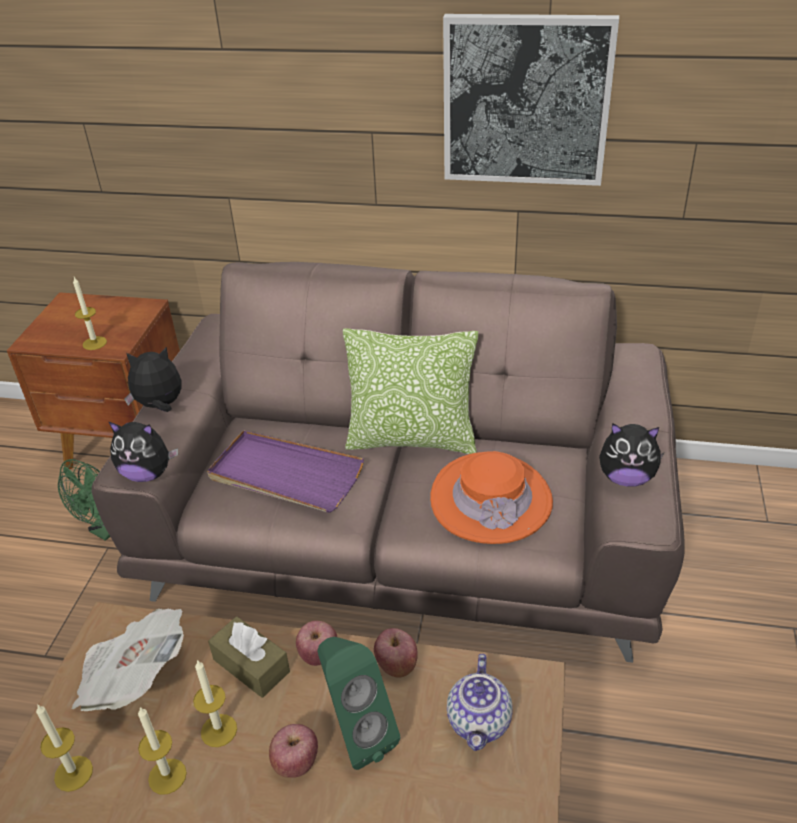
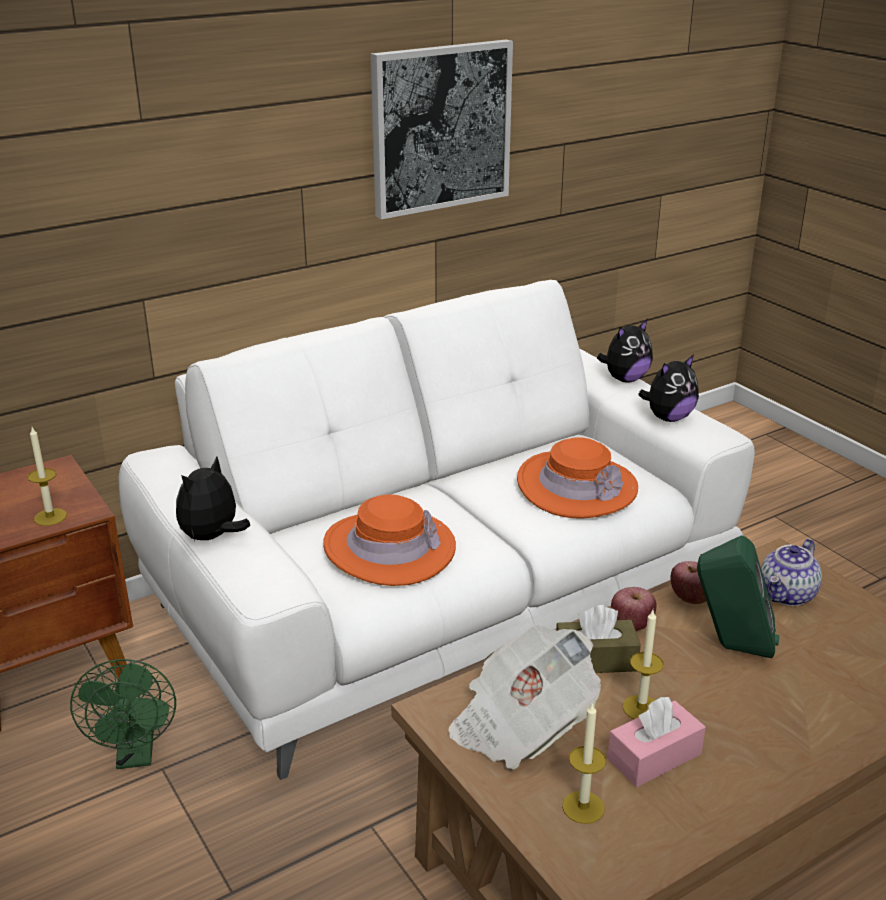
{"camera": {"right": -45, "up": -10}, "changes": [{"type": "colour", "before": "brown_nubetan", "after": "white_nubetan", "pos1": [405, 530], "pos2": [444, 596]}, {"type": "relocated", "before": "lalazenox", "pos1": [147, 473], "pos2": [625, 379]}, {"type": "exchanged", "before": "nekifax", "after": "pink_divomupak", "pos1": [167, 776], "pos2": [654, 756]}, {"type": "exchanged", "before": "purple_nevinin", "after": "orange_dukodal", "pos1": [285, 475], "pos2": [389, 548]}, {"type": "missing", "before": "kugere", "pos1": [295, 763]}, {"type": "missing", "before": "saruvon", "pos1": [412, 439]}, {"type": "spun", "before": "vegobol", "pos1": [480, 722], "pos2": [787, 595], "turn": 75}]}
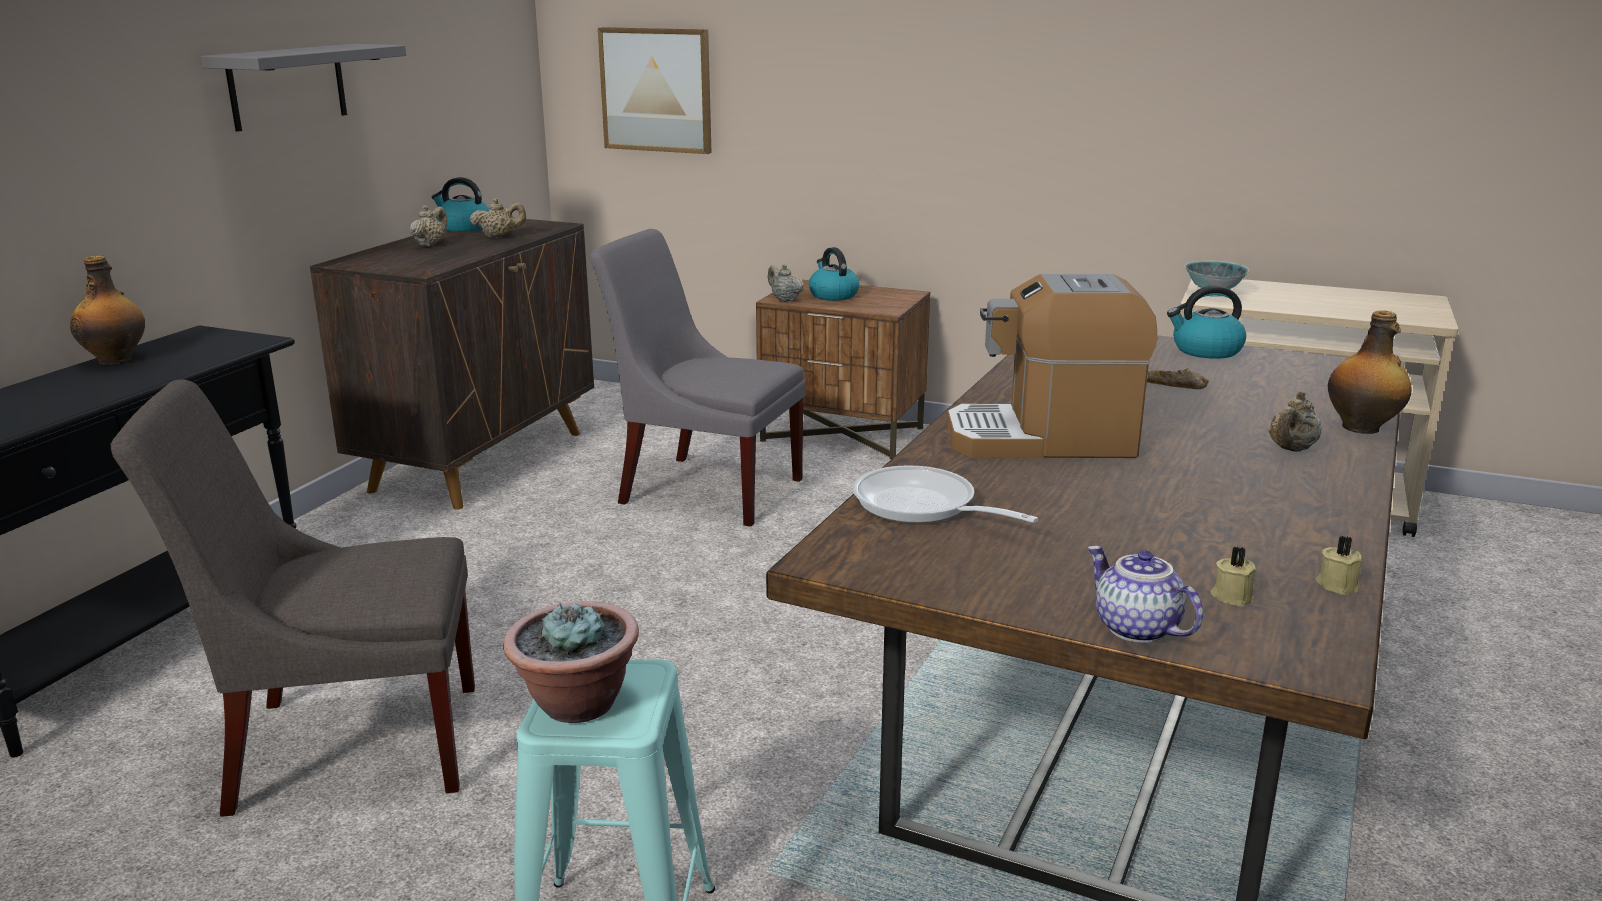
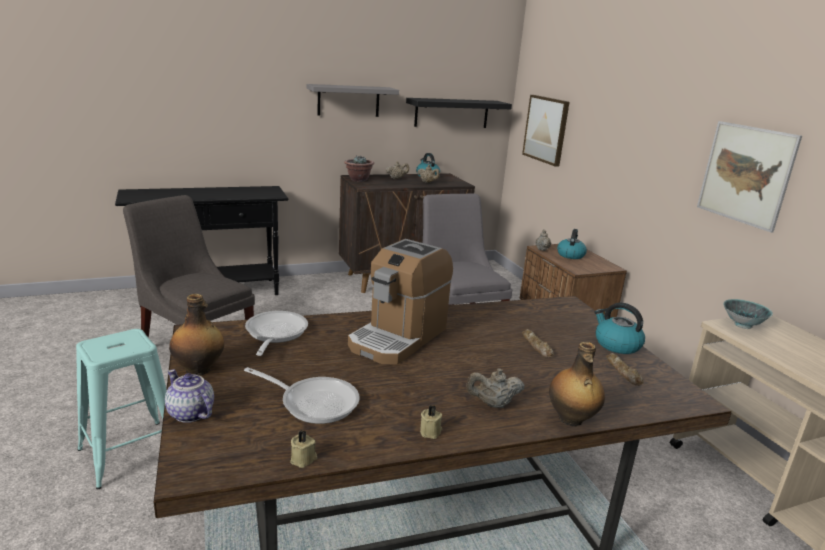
{"camera": {"right": 45, "up": 0}, "changes": [{"type": "relocated", "before": "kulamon", "pos1": [116, 359], "pos2": [199, 370]}, {"type": "relocated", "before": "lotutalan", "pos1": [576, 704], "pos2": [358, 180]}, {"type": "spun", "before": "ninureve", "pos1": [1043, 439], "pos2": [398, 337], "turn": -105}, {"type": "spun", "before": "vegobol", "pos1": [1134, 629], "pos2": [189, 414], "turn": -60}, {"type": "relocated", "before": "beige_nekifax", "pos1": [1232, 596], "pos2": [431, 431]}, {"type": "appeared", "after": "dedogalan", "pos2": [314, 402]}, {"type": "appeared", "after": "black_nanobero", "pos2": [451, 113]}, {"type": "appeared", "after": "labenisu", "pos2": [622, 372]}, {"type": "appeared", "after": "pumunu", "pos2": [745, 174]}]}
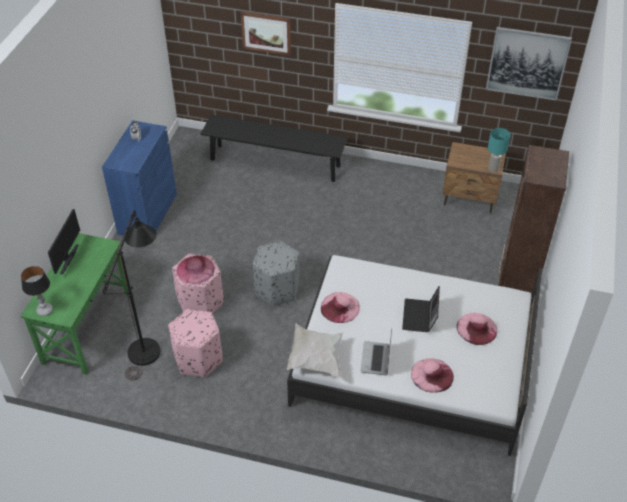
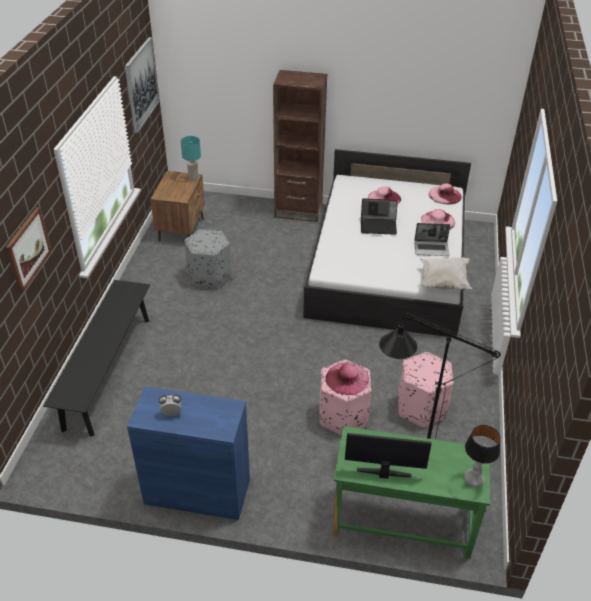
{"camera": {"right": -95, "up": -5}, "changes": [{"type": "relocated", "before": "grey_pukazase", "pos1": [277, 289], "pos2": [209, 276]}, {"type": "relocated", "before": "pink_dukodal", "pos1": [340, 307], "pos2": [445, 195]}]}
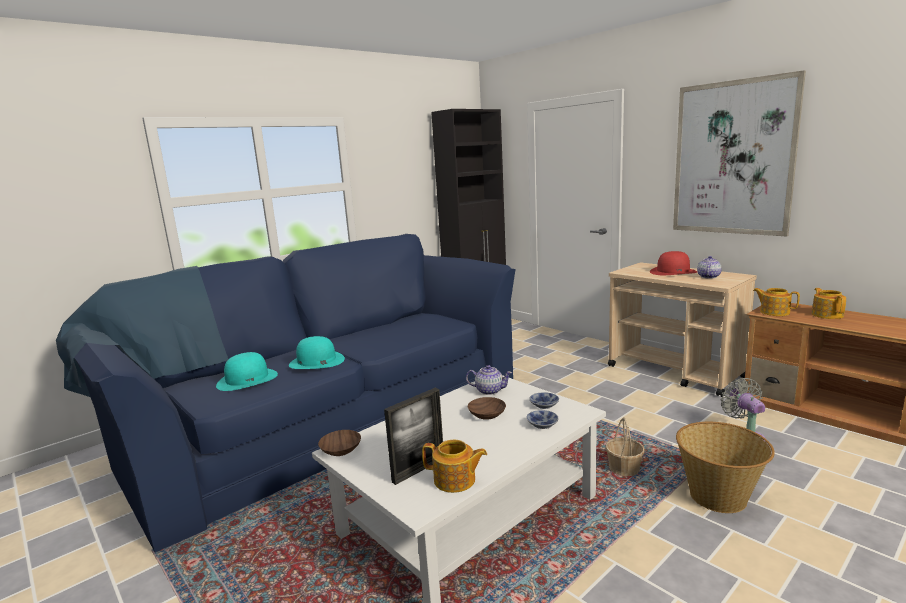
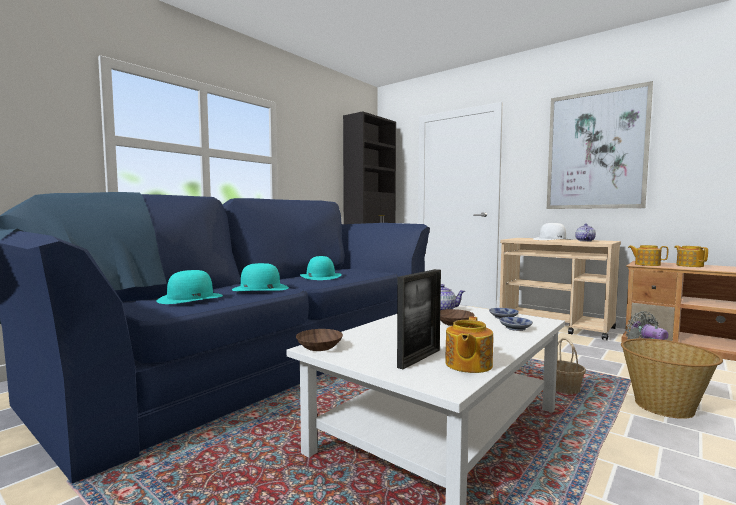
{"camera": {"right": -10, "up": -10}, "changes": [{"type": "spun", "before": "vegobol", "pos1": [455, 480], "pos2": [467, 364], "turn": 105}, {"type": "colour", "before": "red_dukodal", "after": "white_dukodal", "pos1": [673, 271], "pos2": [552, 239]}, {"type": "appeared", "after": "turquoise_dukodal", "pos2": [320, 276]}]}
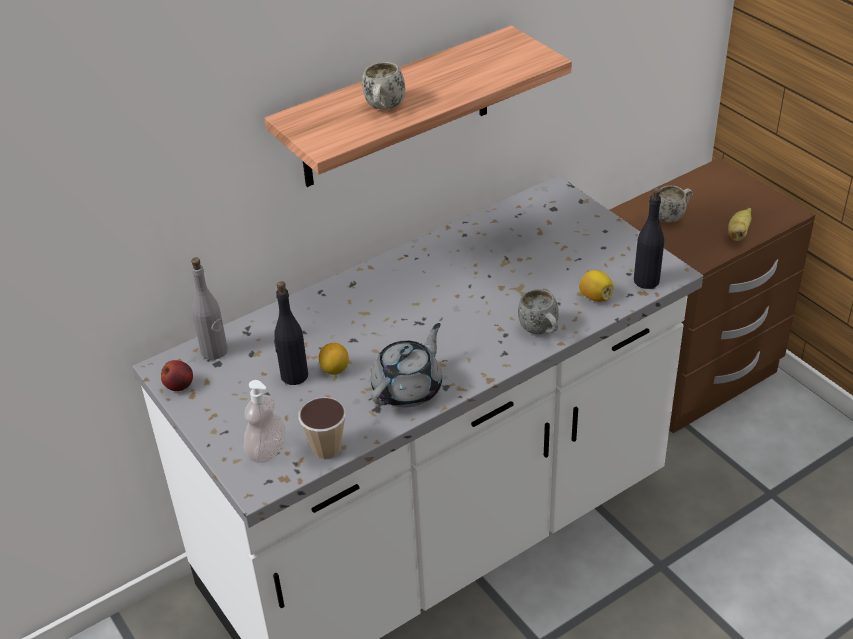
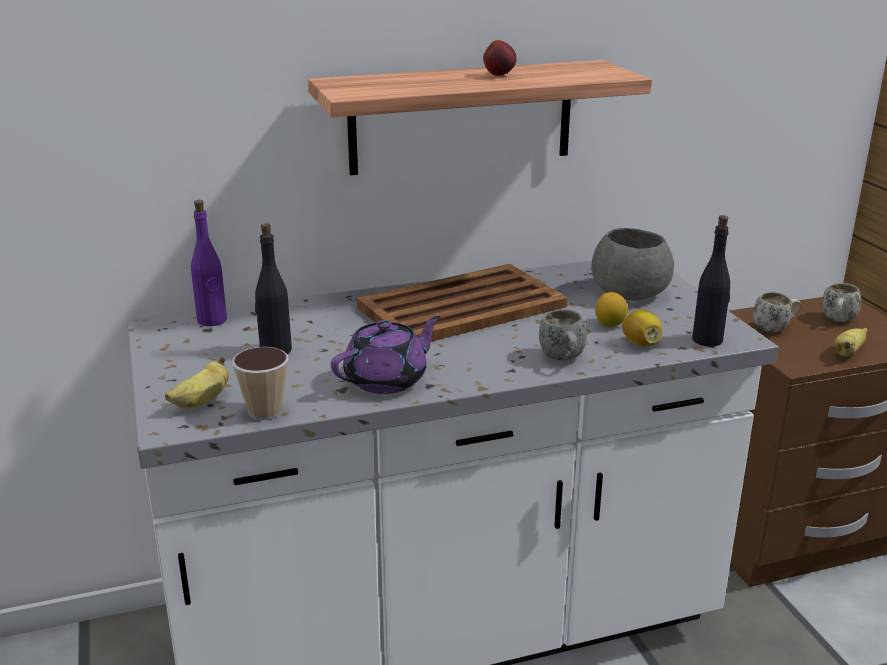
{"camera": {"right": 15, "up": -15}, "changes": [{"type": "relocated", "before": "kugere", "pos1": [179, 386], "pos2": [499, 75]}, {"type": "colour", "before": "grey_kulamon", "after": "purple_kulamon", "pos1": [214, 351], "pos2": [212, 320]}, {"type": "exchanged", "before": "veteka", "after": "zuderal", "pos1": [267, 451], "pos2": [202, 401]}, {"type": "relocated", "before": "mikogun", "pos1": [335, 370], "pos2": [610, 324]}, {"type": "relocated", "before": "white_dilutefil", "pos1": [384, 108], "pos2": [838, 321]}, {"type": "colour", "before": "grey_vegobol", "after": "purple_vegobol", "pos1": [408, 389], "pos2": [387, 380]}, {"type": "appeared", "after": "brown_nevinin", "pos2": [460, 307]}, {"type": "appeared", "after": "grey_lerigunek", "pos2": [628, 292]}]}
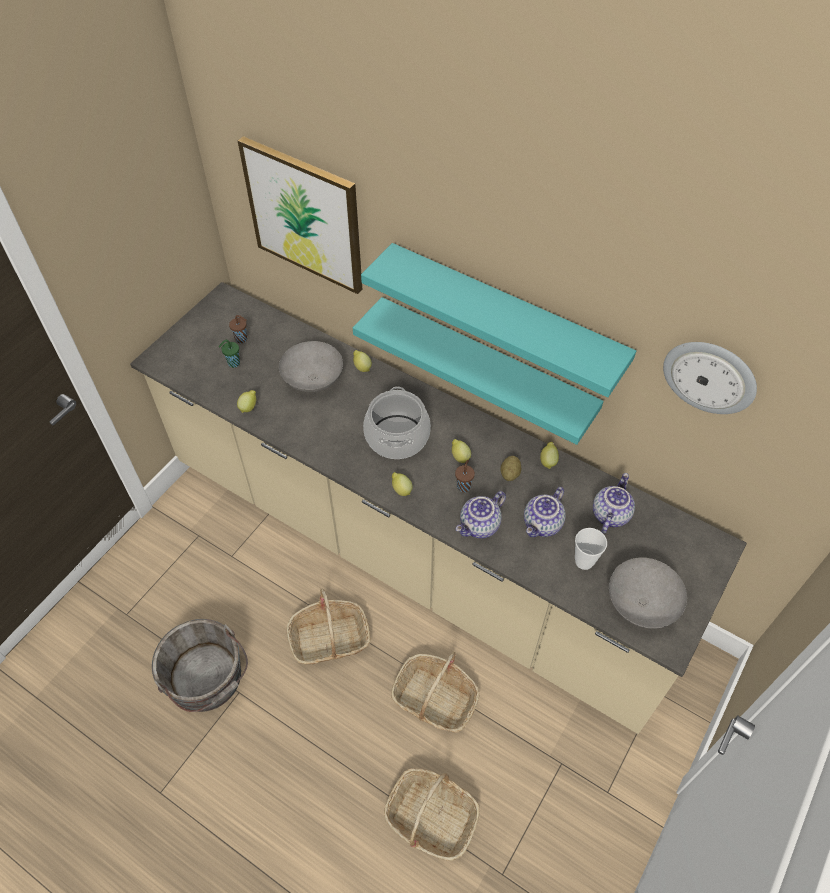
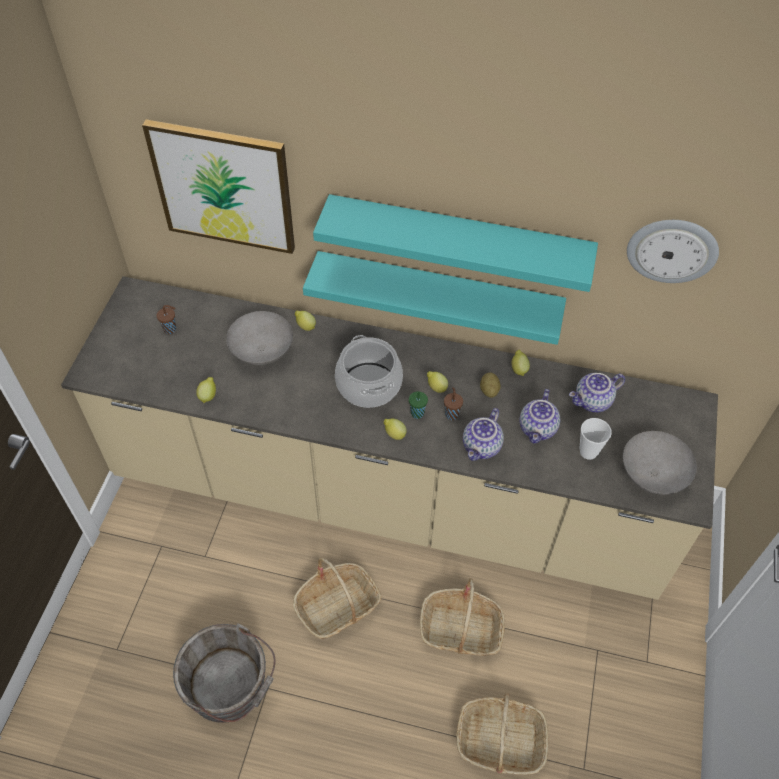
{"camera": {"right": -20, "up": 0}, "changes": [{"type": "relocated", "before": "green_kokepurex", "pos1": [233, 363], "pos2": [416, 414]}, {"type": "spun", "before": "vegobol", "pos1": [609, 514], "pos2": [592, 402], "turn": -120}]}
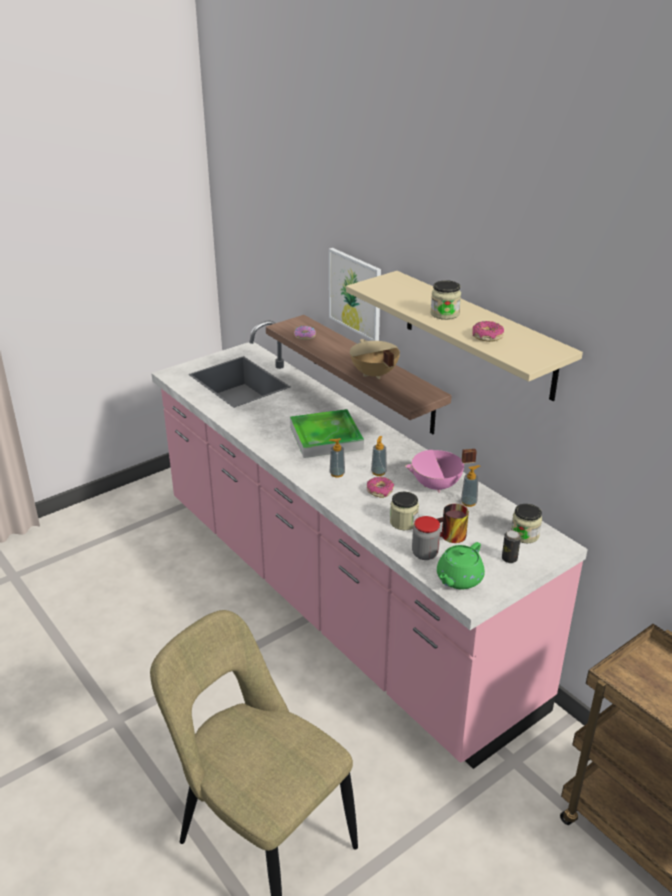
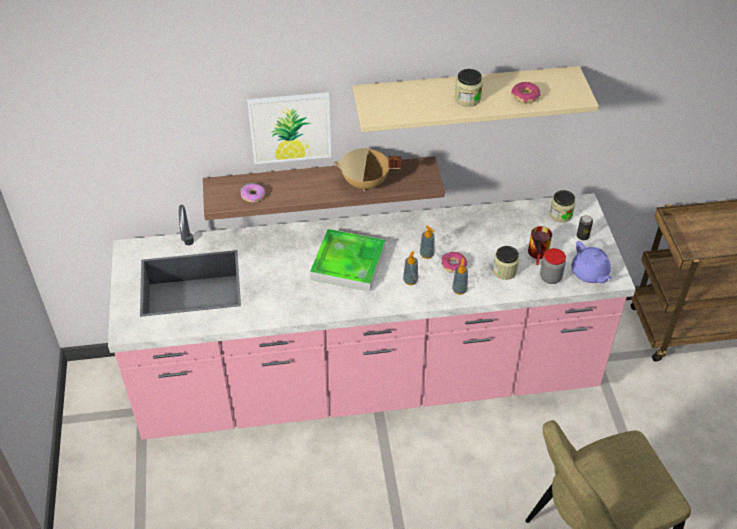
{"camera": {"right": -60, "up": 15}, "changes": [{"type": "missing", "before": "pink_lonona", "pos1": [436, 486]}, {"type": "colour", "before": "green_vegobol", "after": "purple_vegobol", "pos1": [458, 579], "pos2": [590, 273]}, {"type": "relocated", "before": "veteka", "pos1": [468, 502], "pos2": [459, 290]}]}
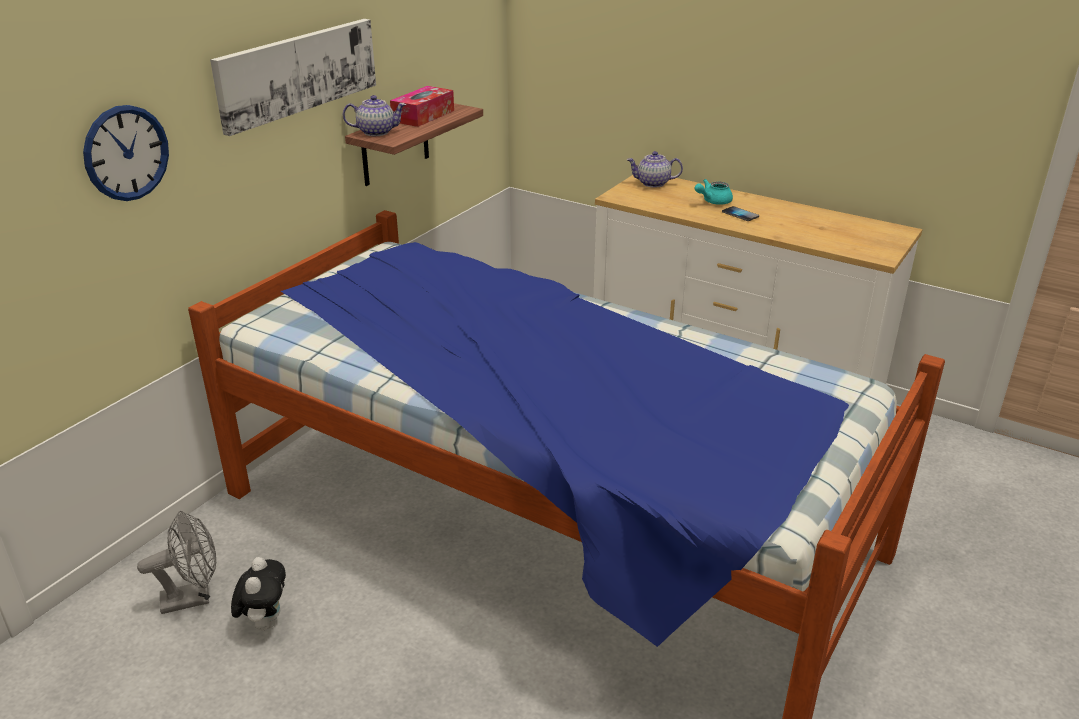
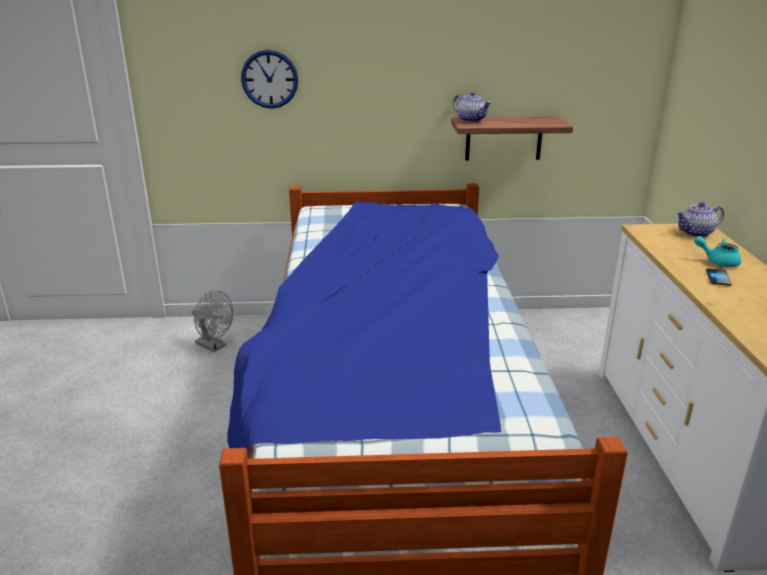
{"camera": {"right": 55, "up": -5}, "changes": [{"type": "missing", "before": "pumunu", "pos1": [297, 73]}, {"type": "missing", "before": "lalazenox", "pos1": [265, 621]}, {"type": "missing", "before": "divomupak", "pos1": [423, 116]}, {"type": "spun", "before": "vegobol", "pos1": [653, 183], "pos2": [696, 233], "turn": -75}]}
